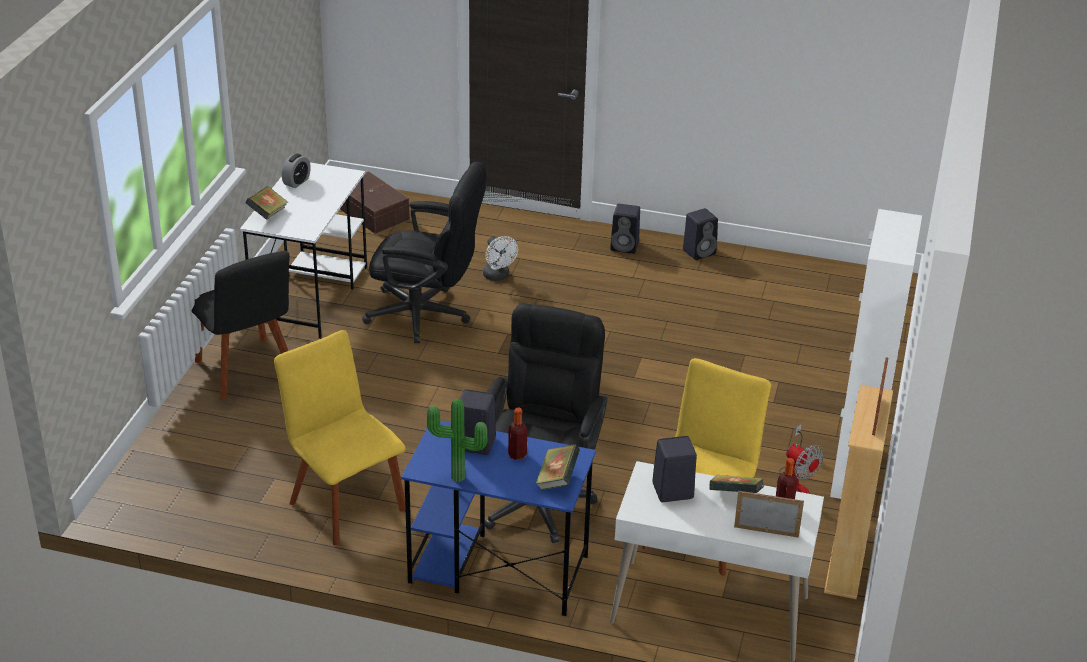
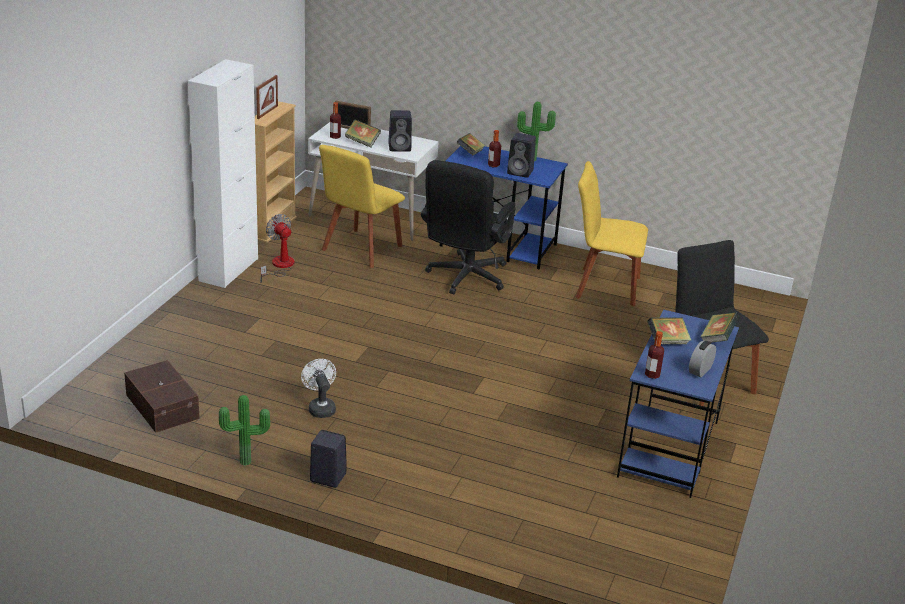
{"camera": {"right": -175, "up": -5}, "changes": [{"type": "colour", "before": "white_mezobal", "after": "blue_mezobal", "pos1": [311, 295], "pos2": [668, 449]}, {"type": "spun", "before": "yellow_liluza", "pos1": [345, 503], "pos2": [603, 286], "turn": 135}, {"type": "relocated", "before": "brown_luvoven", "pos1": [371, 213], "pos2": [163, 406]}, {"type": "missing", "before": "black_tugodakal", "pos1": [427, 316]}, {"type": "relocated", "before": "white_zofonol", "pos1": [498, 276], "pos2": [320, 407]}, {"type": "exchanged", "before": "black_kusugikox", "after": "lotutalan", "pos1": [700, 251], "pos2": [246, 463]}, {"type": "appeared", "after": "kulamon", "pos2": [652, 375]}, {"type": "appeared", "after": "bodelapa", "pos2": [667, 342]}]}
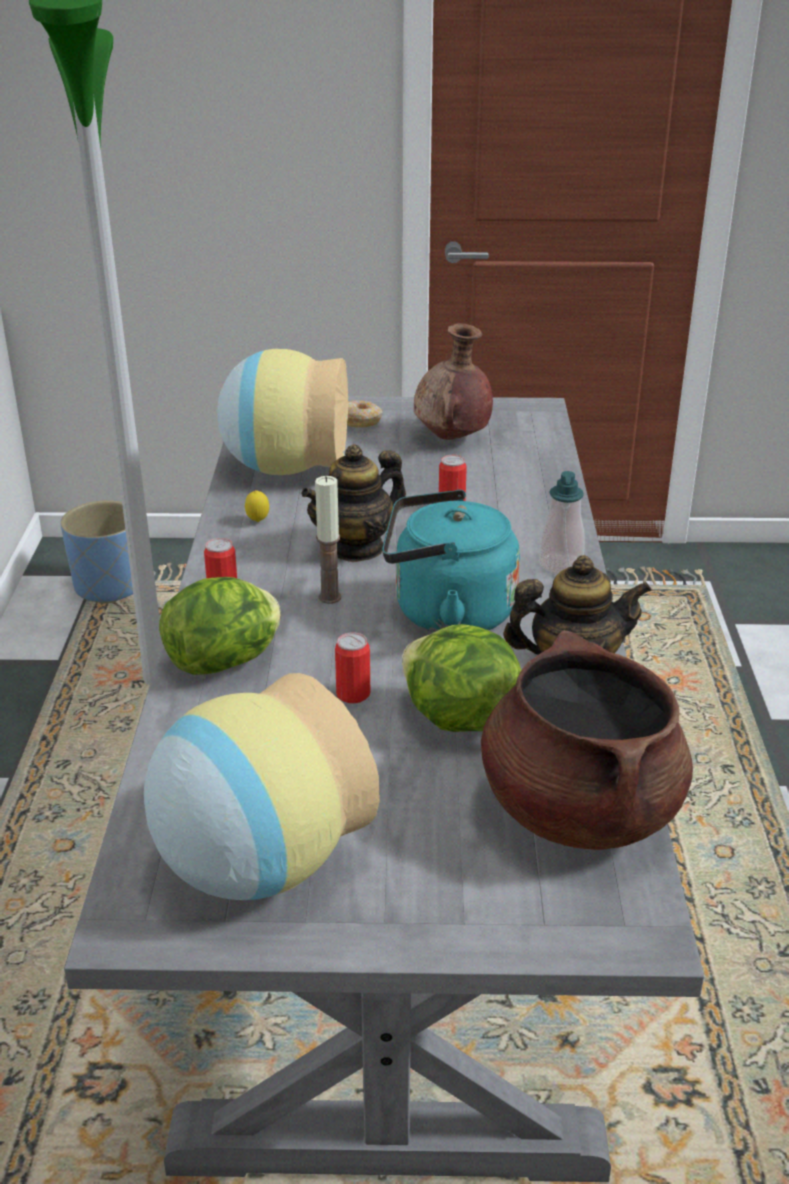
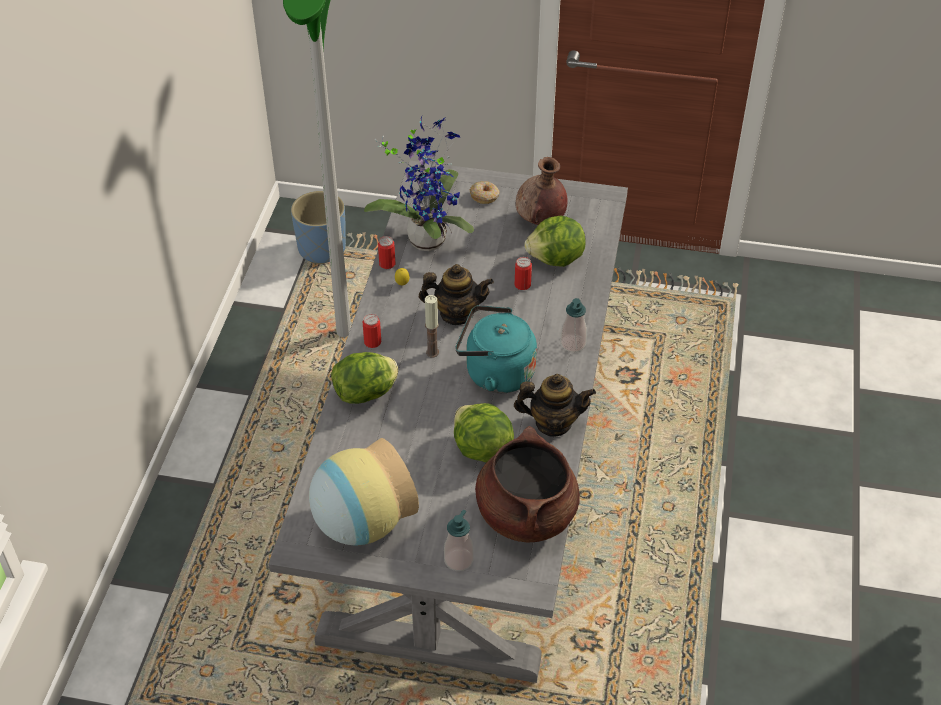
{"camera": {"right": 10, "up": 15}, "changes": [{"type": "exchanged", "before": "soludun", "after": "lotutalan", "pos1": [285, 467], "pos2": [427, 236]}, {"type": "spun", "before": "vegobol", "pos1": [356, 547], "pos2": [456, 314], "turn": -150}, {"type": "relocated", "before": "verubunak", "pos1": [353, 694], "pos2": [387, 264]}, {"type": "appeared", "after": "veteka", "pos2": [458, 560]}, {"type": "appeared", "after": "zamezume", "pos2": [556, 259]}]}
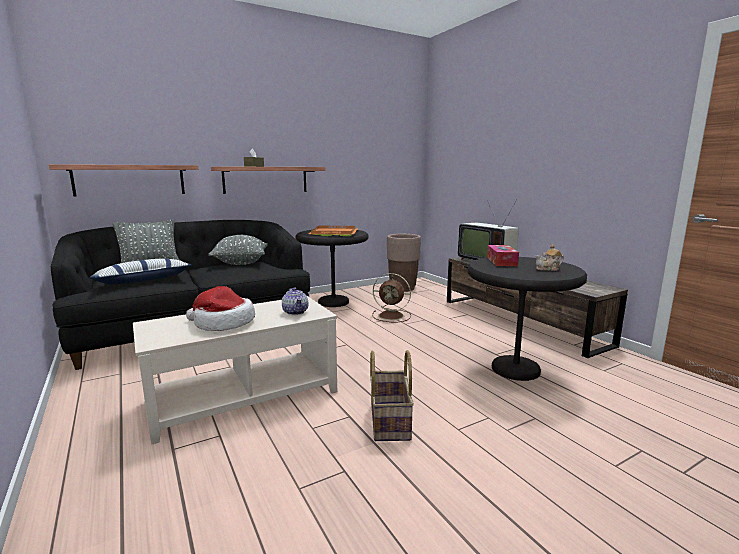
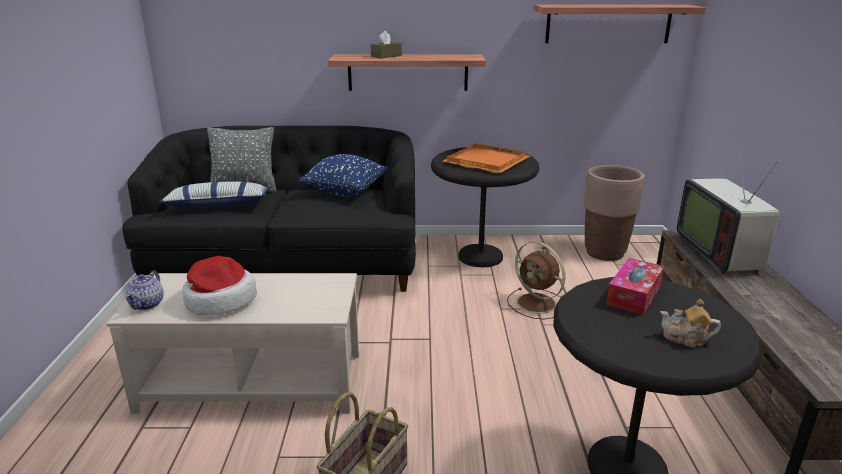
{"camera": {"right": 30, "up": 10}, "changes": [{"type": "relocated", "before": "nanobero", "pos1": [130, 180], "pos2": [608, 24]}, {"type": "colour", "before": "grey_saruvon", "after": "blue_saruvon", "pos1": [241, 263], "pos2": [345, 191]}, {"type": "relocated", "before": "vegobol", "pos1": [295, 312], "pos2": [147, 304]}]}
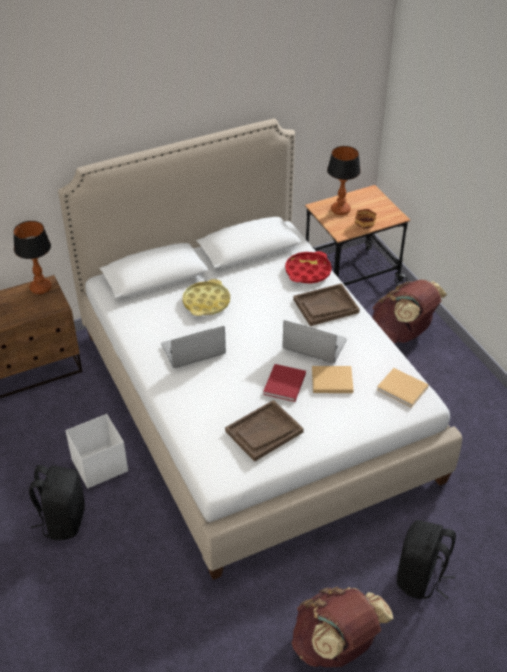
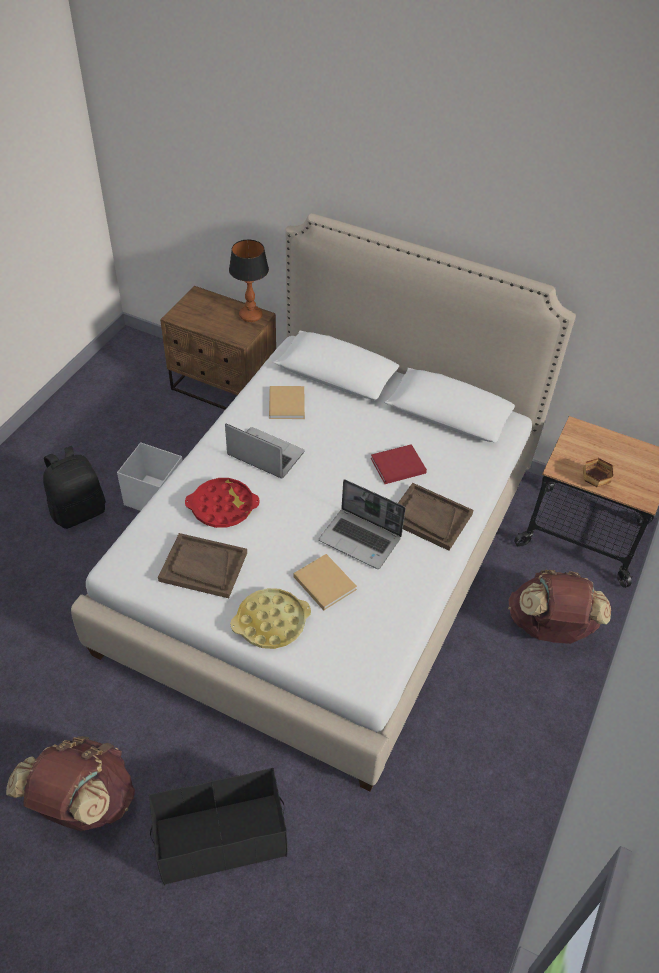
{"camera": {"right": 50, "up": 5}, "changes": [{"type": "relocated", "before": "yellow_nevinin", "pos1": [206, 302], "pos2": [271, 622]}, {"type": "relocated", "before": "red_bodelapa", "pos1": [284, 385], "pos2": [396, 466]}, {"type": "spun", "before": "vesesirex", "pos1": [313, 345], "pos2": [361, 539], "turn": 135}, {"type": "relocated", "before": "red_nevinin", "pos1": [308, 271], "pos2": [222, 507]}, {"type": "missing", "before": "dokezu", "pos1": [340, 210]}, {"type": "relocated", "before": "beige_bodelapa", "pos1": [403, 389], "pos2": [286, 405]}, {"type": "exchanged", "before": "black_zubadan", "after": "black_luvoven", "pos1": [421, 578], "pos2": [220, 837]}]}
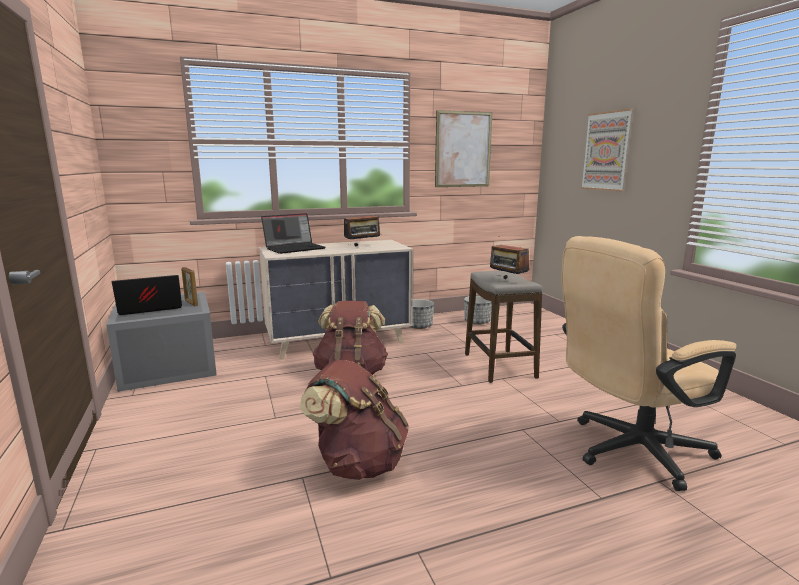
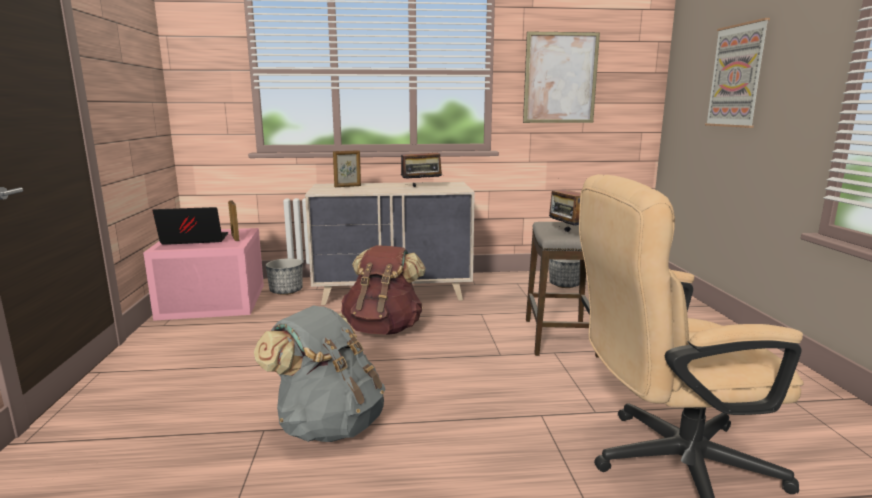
{"camera": {"right": 15, "up": 0}, "changes": [{"type": "colour", "before": "grey_luvoven", "after": "pink_luvoven", "pos1": [167, 367], "pos2": [211, 302]}, {"type": "exchanged", "before": "vesesirex", "after": "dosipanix", "pos1": [295, 248], "pos2": [348, 186]}, {"type": "colour", "before": "brown_zubadan", "after": "grey_zubadan", "pos1": [357, 463], "pos2": [328, 425]}, {"type": "relocated", "before": "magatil", "pos1": [419, 326], "pos2": [286, 291]}]}
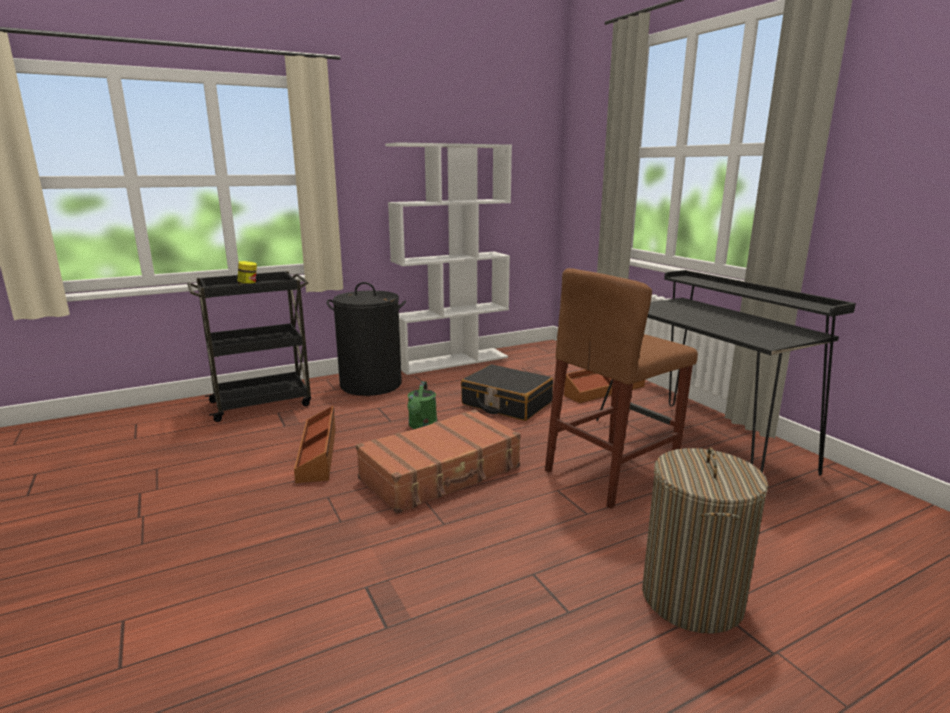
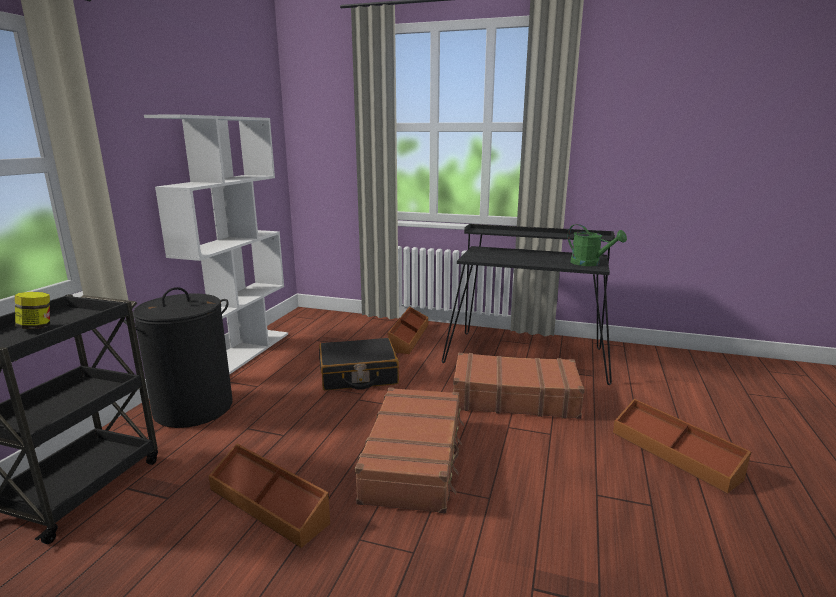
{"camera": {"right": -45, "up": 0}, "changes": [{"type": "relocated", "before": "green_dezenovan", "pos1": [422, 426], "pos2": [590, 264]}, {"type": "exchanged", "before": "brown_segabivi", "after": "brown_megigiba", "pos1": [611, 472], "pos2": [514, 397]}, {"type": "exchanged", "before": "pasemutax", "after": "brown_luvoven", "pos1": [692, 598], "pos2": [674, 454]}]}
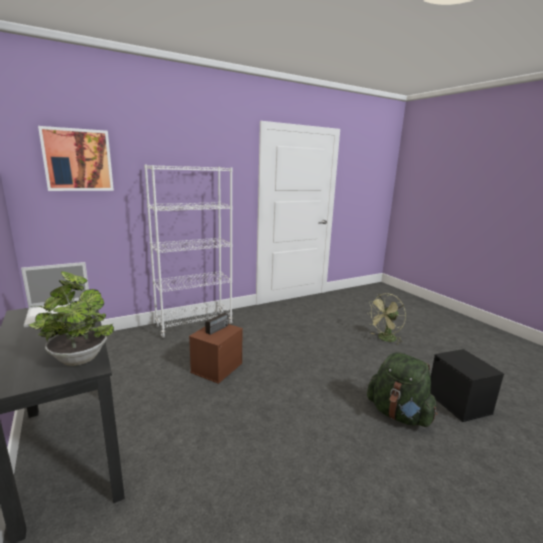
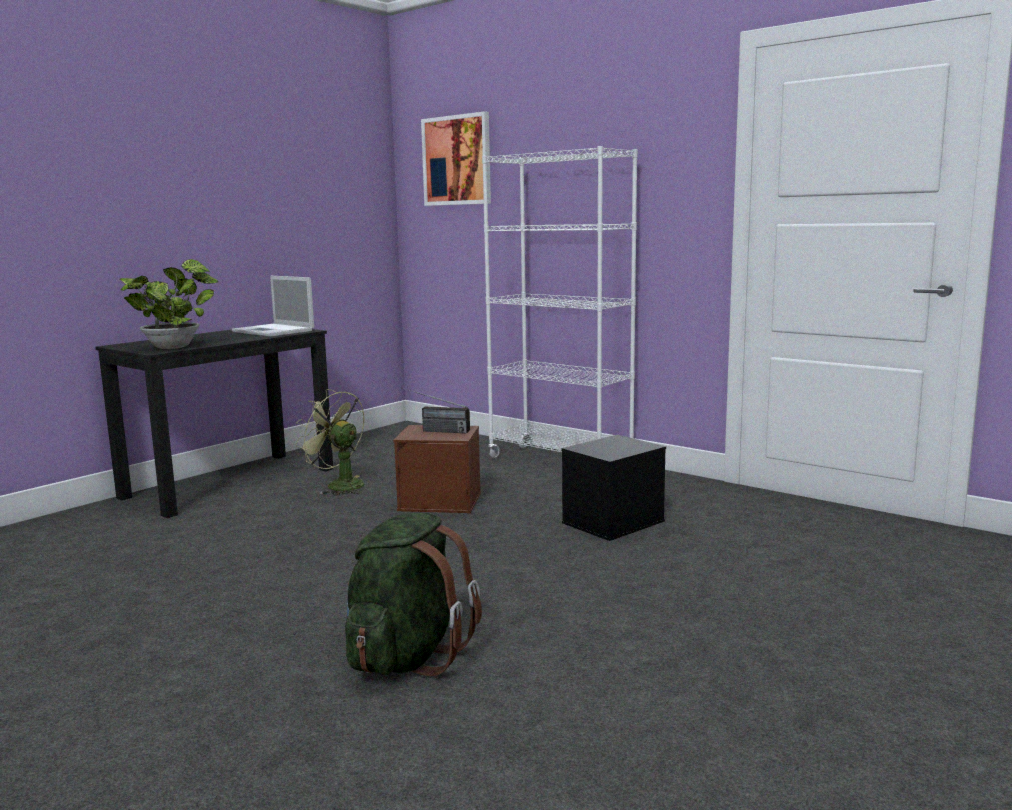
{"camera": {"right": 70, "up": -5}, "changes": [{"type": "relocated", "before": "green_zofonol", "pos1": [385, 339], "pos2": [338, 485]}, {"type": "relocated", "before": "black_luvoven", "pos1": [459, 403], "pos2": [613, 522]}]}
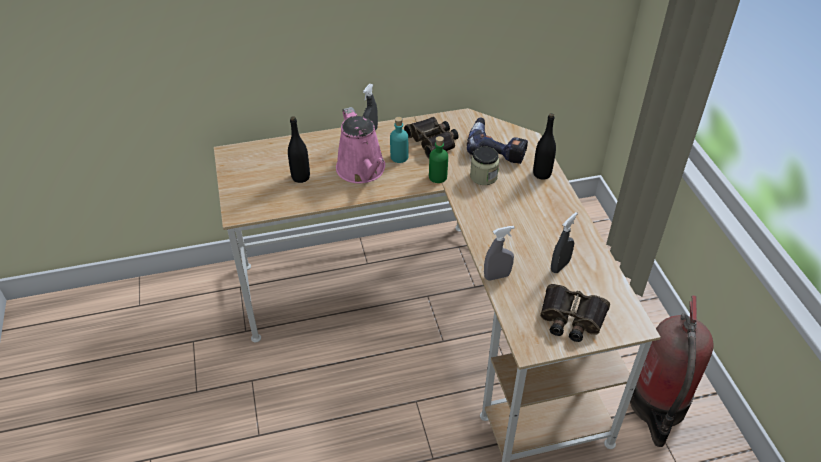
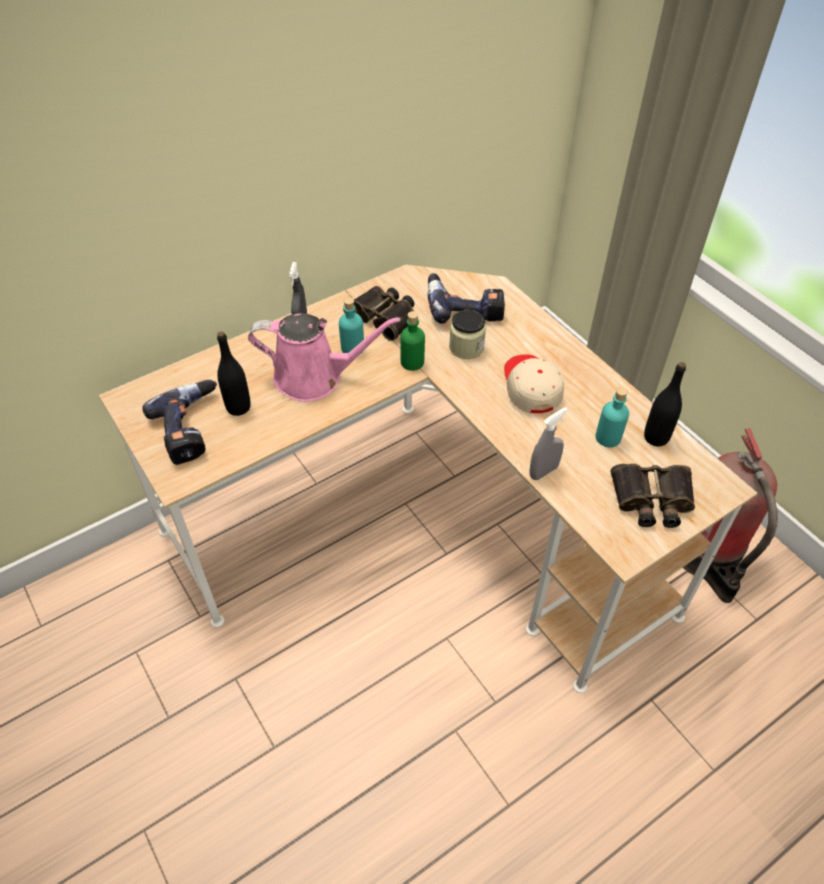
{"camera": {"right": -20, "up": 5}, "changes": [{"type": "spun", "before": "pink_dezenovan", "pos1": [362, 170], "pos2": [315, 377], "turn": -45}, {"type": "relocated", "before": "black_kulamon", "pos1": [542, 174], "pos2": [656, 437]}, {"type": "exchanged", "before": "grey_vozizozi", "after": "turquoise_kulamon", "pos1": [560, 266], "pos2": [608, 437]}, {"type": "appeared", "after": "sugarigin", "pos2": [191, 428]}, {"type": "appeared", "after": "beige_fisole", "pos2": [531, 386]}]}
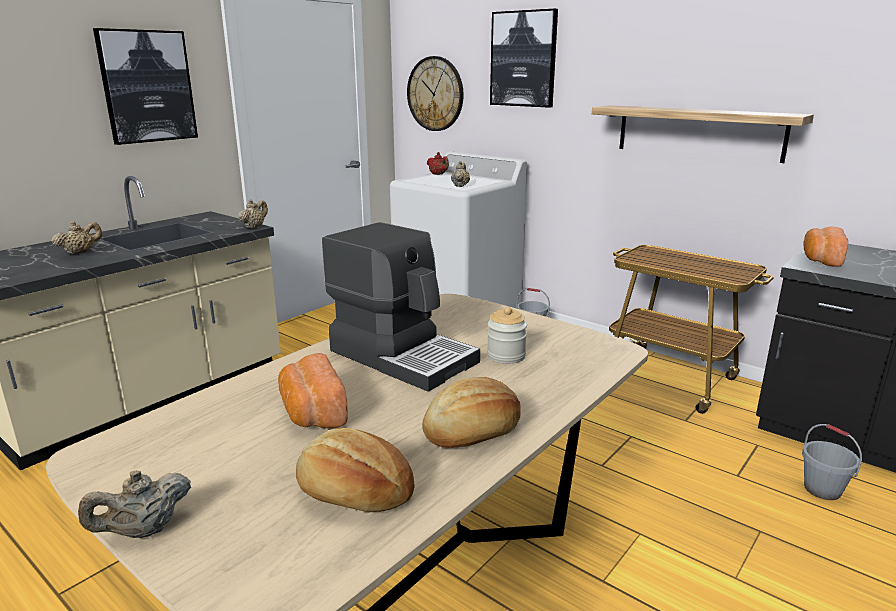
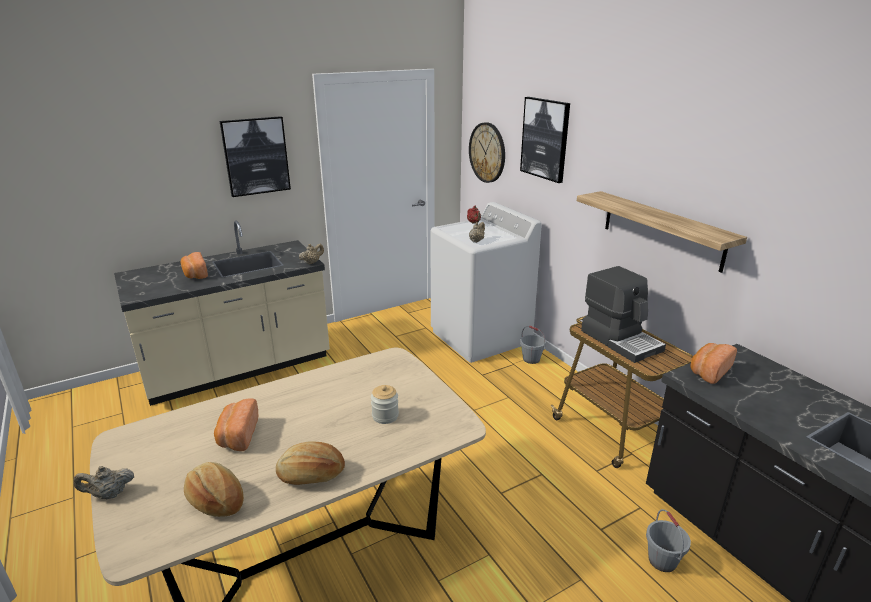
{"camera": {"right": 20, "up": 5}, "changes": [{"type": "exchanged", "before": "beige_vegobol", "after": "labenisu", "pos1": [80, 252], "pos2": [195, 274]}, {"type": "relocated", "before": "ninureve", "pos1": [403, 355], "pos2": [621, 340]}]}
